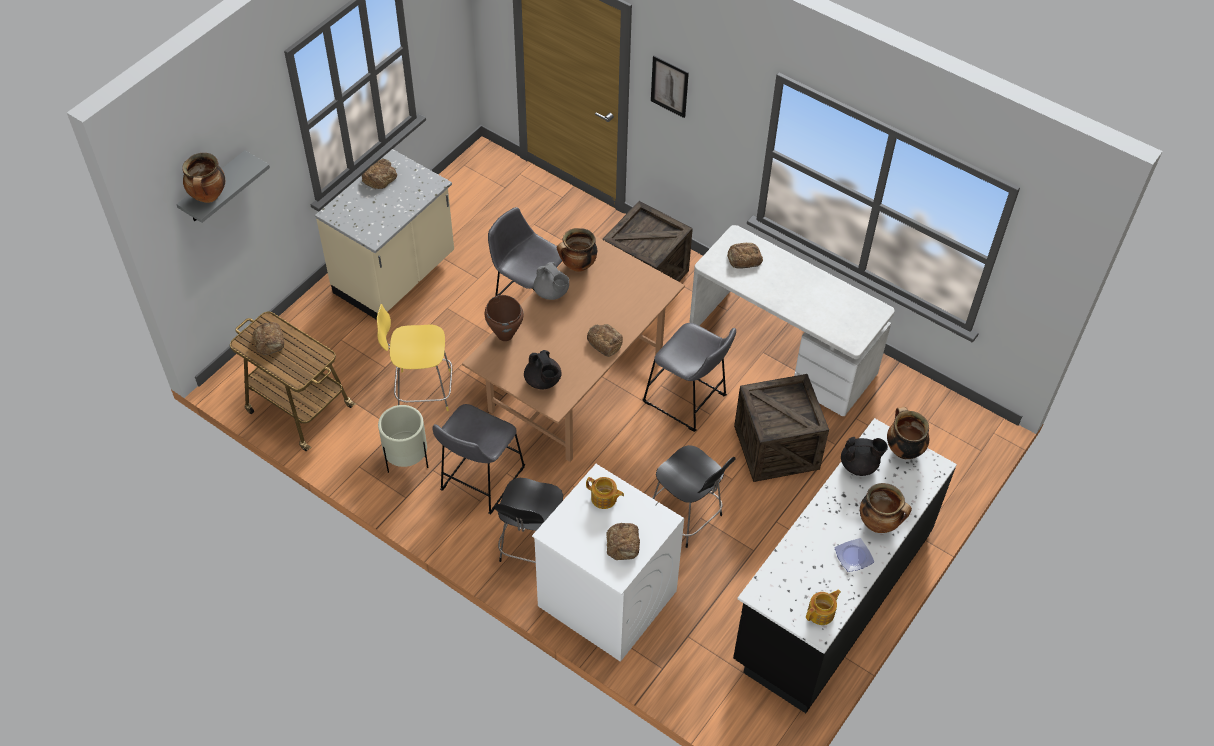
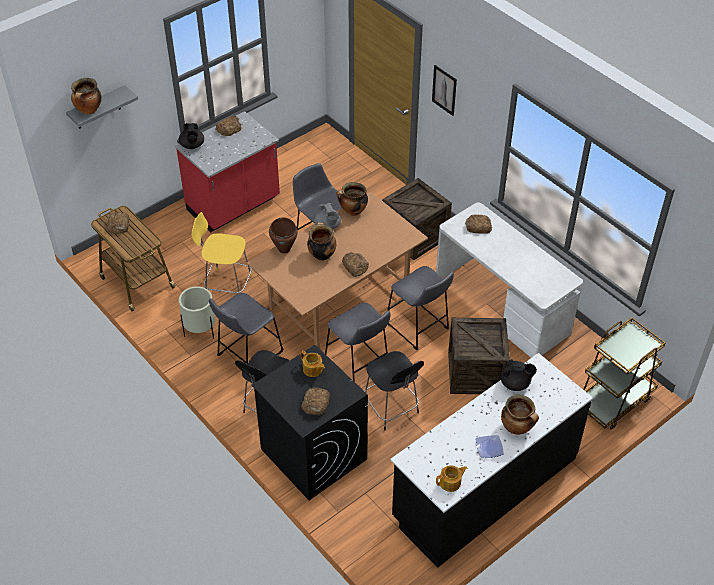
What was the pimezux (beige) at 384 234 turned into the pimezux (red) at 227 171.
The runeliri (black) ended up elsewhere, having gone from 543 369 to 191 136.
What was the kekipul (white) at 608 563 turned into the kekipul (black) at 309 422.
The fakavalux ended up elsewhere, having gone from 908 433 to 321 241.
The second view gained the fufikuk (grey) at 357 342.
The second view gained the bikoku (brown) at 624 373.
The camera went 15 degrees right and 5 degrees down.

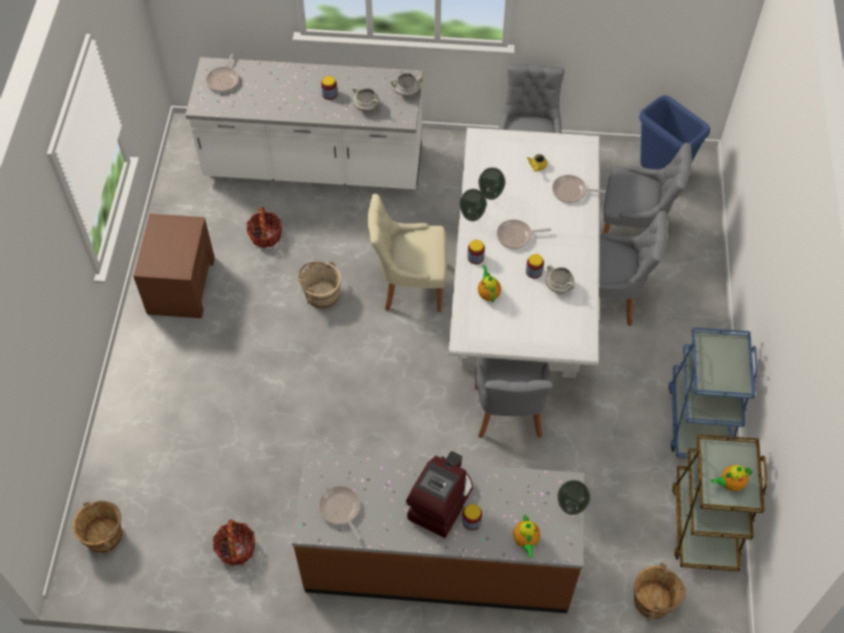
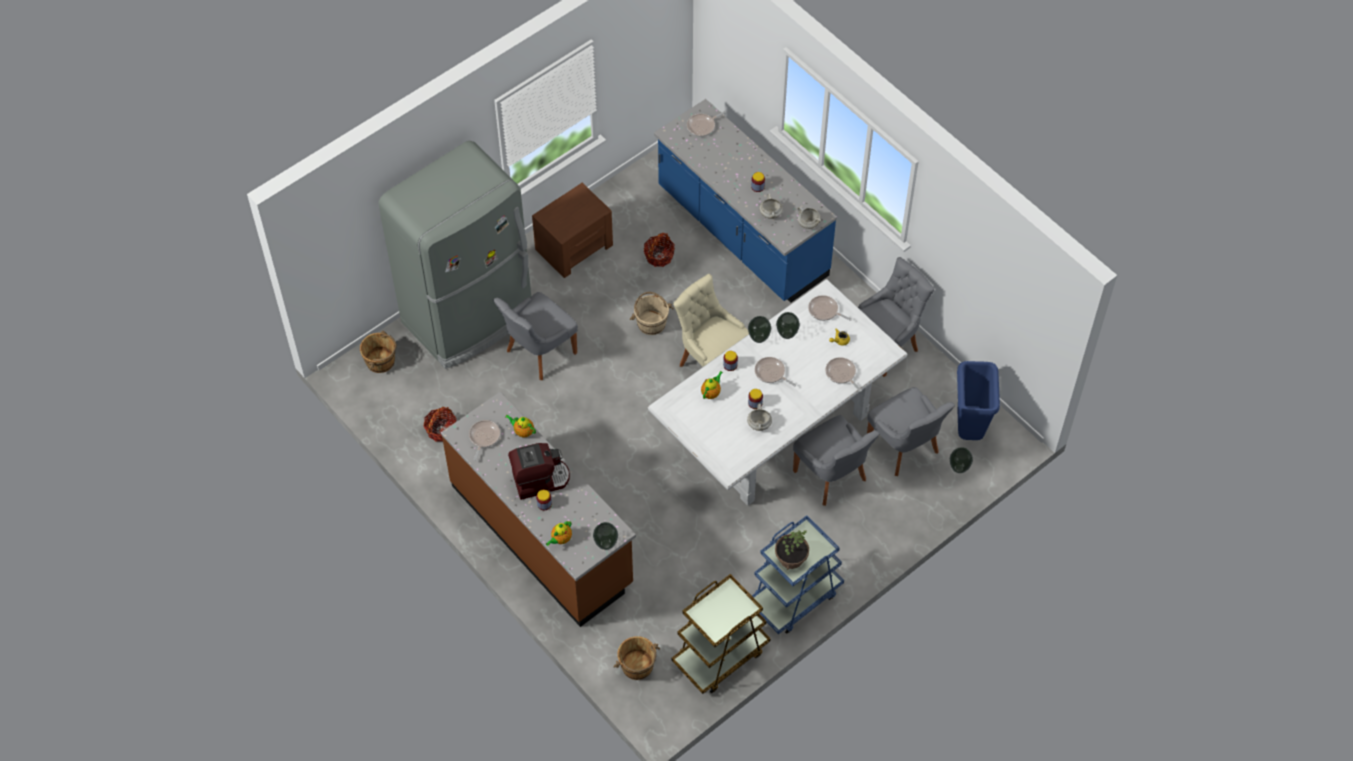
The second view gained the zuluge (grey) at 455 255.
The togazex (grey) ended up elsewhere, having gone from 514 397 to 535 336.
The runeliri ended up elsewhere, having gone from 732 478 to 521 426.
What was the pimezux (white) at 304 123 turned into the pimezux (blue) at 745 201.
The second view gained the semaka at 792 550.
The second view gained the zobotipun at 830 308.
The second view gained the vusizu at 961 460.
The camera went 45 degrees right and 0 degrees up.

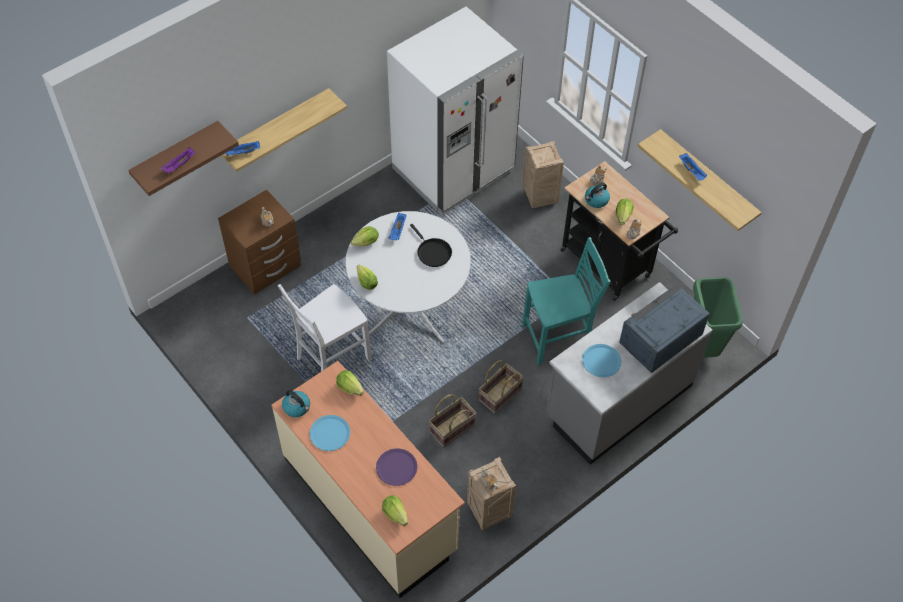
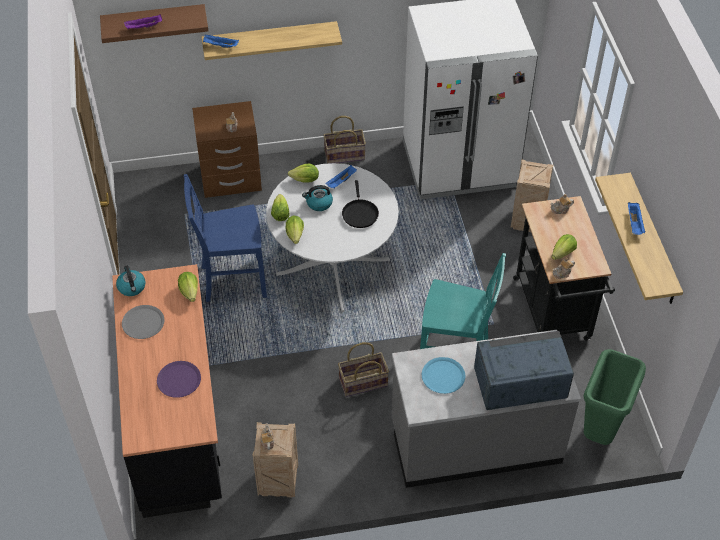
What was the pimezux (beige) at 368 479 turned into the pimezux (black) at 167 391.
What was the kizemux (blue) at 330 433 turned into the kizemux (grey) at 143 322.
What was the togazex (white) at 325 327 turned into the togazex (blue) at 225 238.
The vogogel ended up elsewhere, having gone from 395 510 to 295 230.
The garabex ended up elsewhere, having gone from 597 195 to 317 198.
The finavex ended up elsewhere, having gone from 452 421 to 344 140.
The camera went 30 degrees right and 5 degrees down.

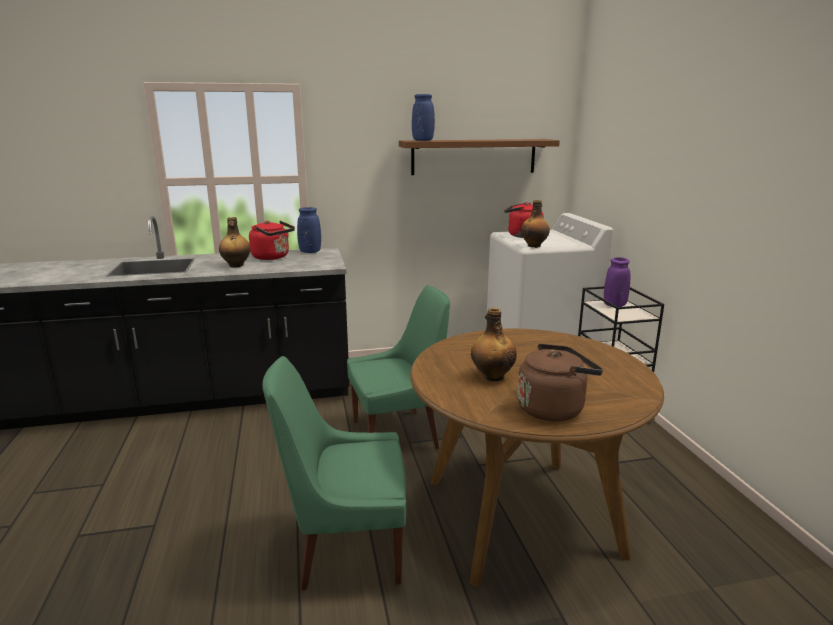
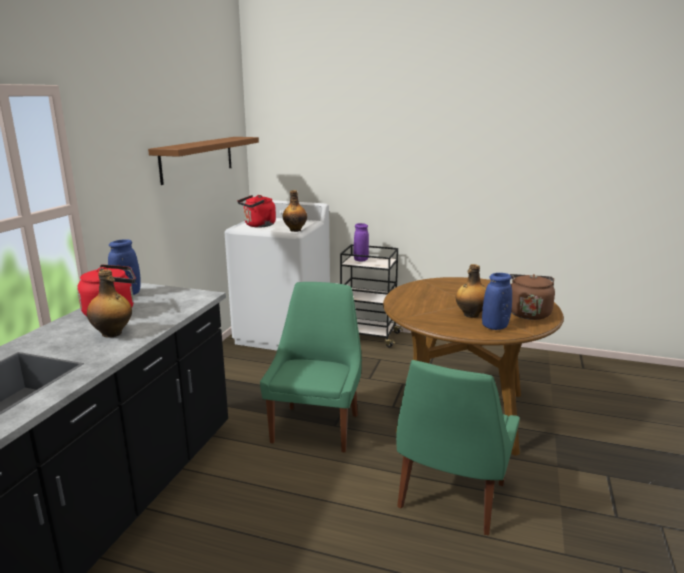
The vusizu (blue) ended up elsewhere, having gone from 423 117 to 497 301.
The camera went 60 degrees left and 0 degrees up.

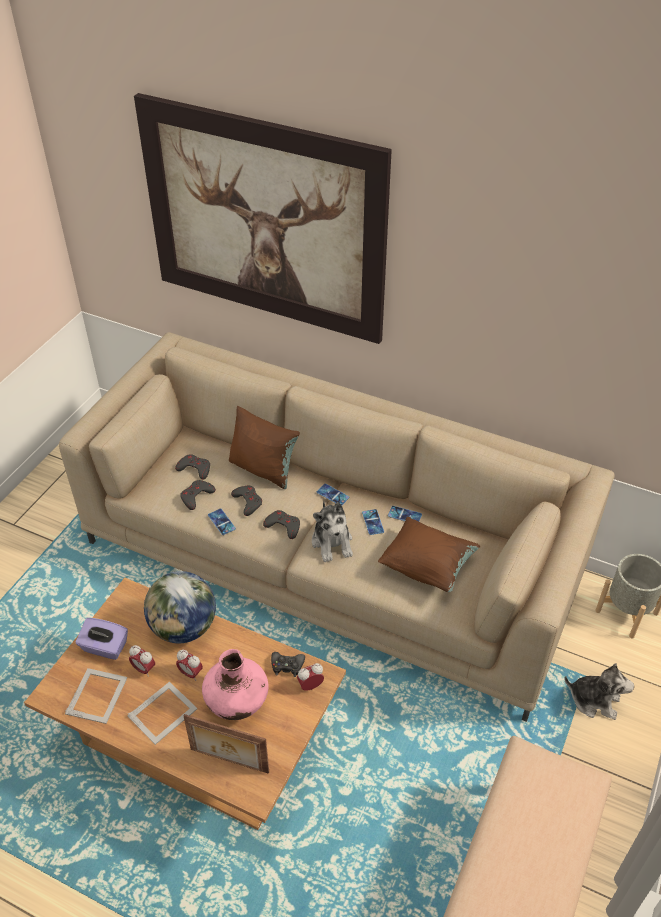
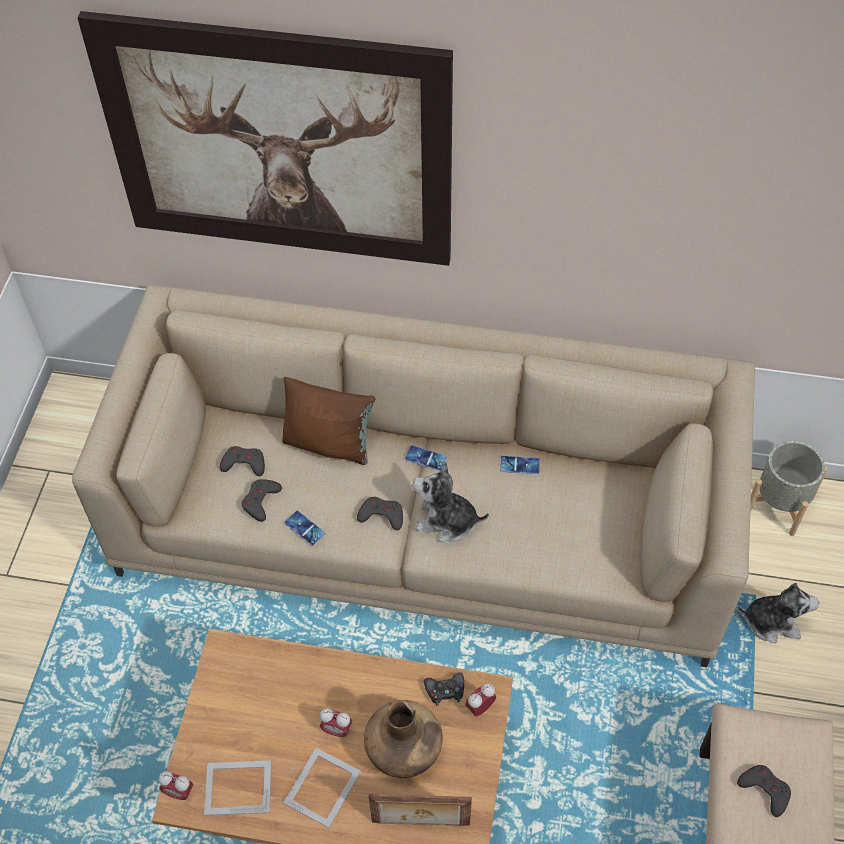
The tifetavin ended up elsewhere, having gone from 142 661 to 176 786.
The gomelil at 96 696 ended up facing another way, 90 degrees counterclockwise from before.
What was the vusizu (pink) at 235 684 turned into the vusizu (brown) at 403 739.
The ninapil at 332 531 ended up facing another way, 135 degrees clockwise from before.
The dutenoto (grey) ended up elsewhere, having gone from 246 501 to 764 791.
The second view lost the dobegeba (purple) at 102 639.
The second view lost the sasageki at 180 607.
The second view lost the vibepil at 373 522.
The second view lost the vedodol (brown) at 429 554.
The camera went 15 degrees left and 10 degrees up.

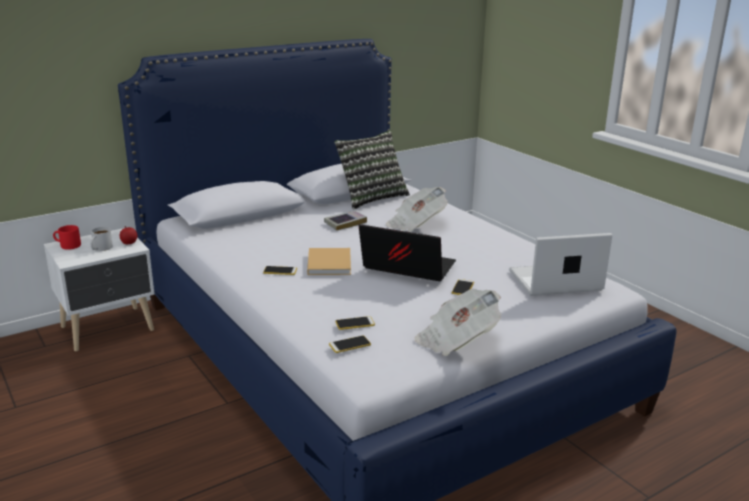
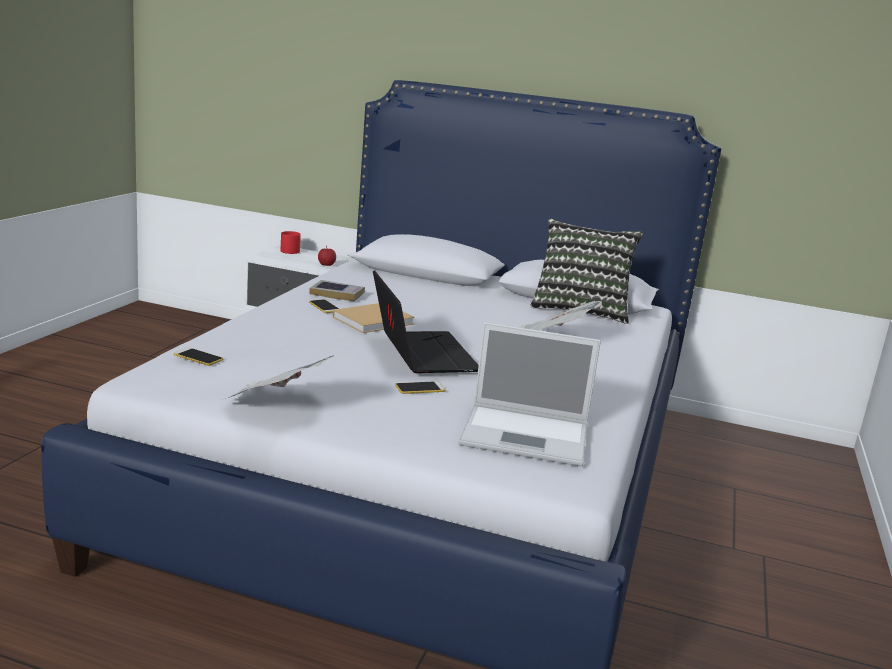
The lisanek ended up elsewhere, having gone from 345 221 to 337 290.
The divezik at 560 264 ended up facing another way, 150 degrees clockwise from before.
The second view lost the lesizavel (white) at 101 239.
The second view lost the vibepil at 355 323.
The camera went 50 degrees right and 5 degrees down.

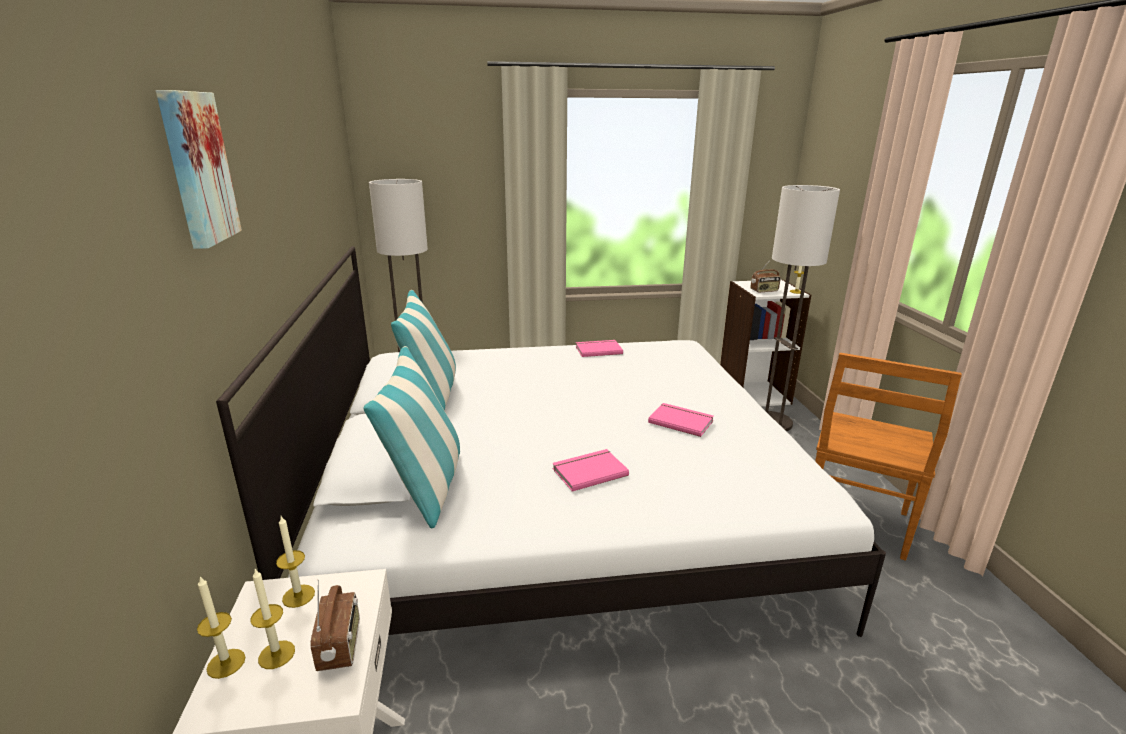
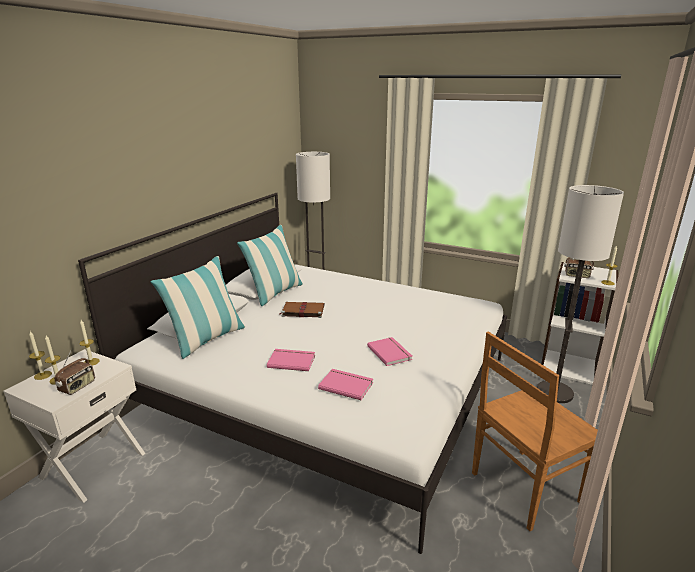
The second view gained the lisanek (brown) at 302 310.
The lisanek (pink) ended up elsewhere, having gone from 599 348 to 345 384.
The second view lost the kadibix at 199 169.
The camera went 35 degrees right and 0 degrees up.

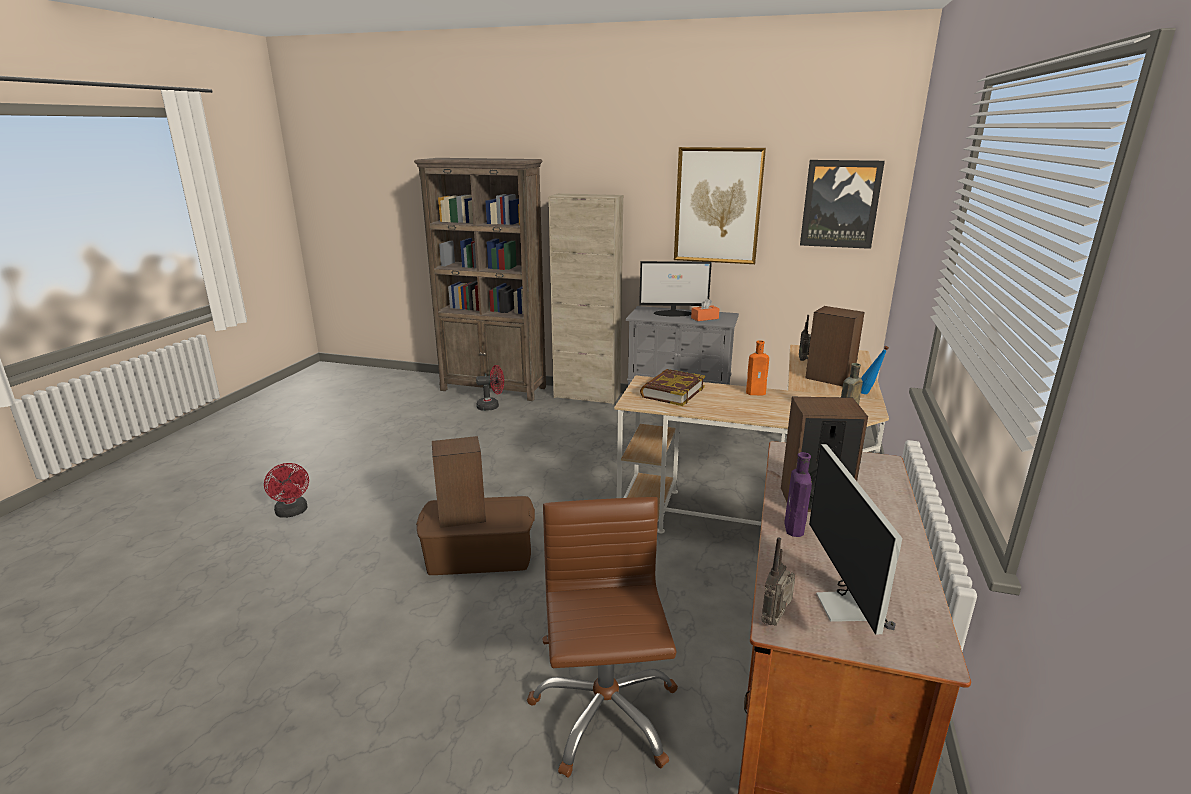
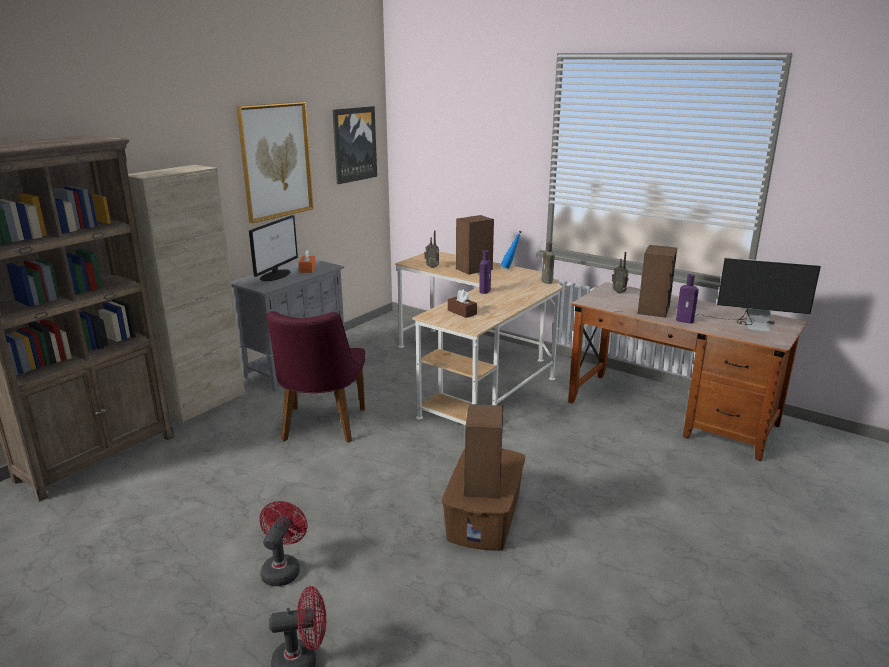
The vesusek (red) ended up elsewhere, having gone from 490 388 to 283 543.
The second view gained the togazex (purple) at 316 377.
Where the lisanek stood at 672 387, the dobegeba (brown) came to stand at 462 304.
What was the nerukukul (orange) at 757 367 turned into the nerukukul (purple) at 485 272.
The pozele ended up elsewhere, having gone from 778 581 to 620 272.
The second view lost the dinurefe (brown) at 602 637.
The camera went 70 degrees left and 0 degrees up.

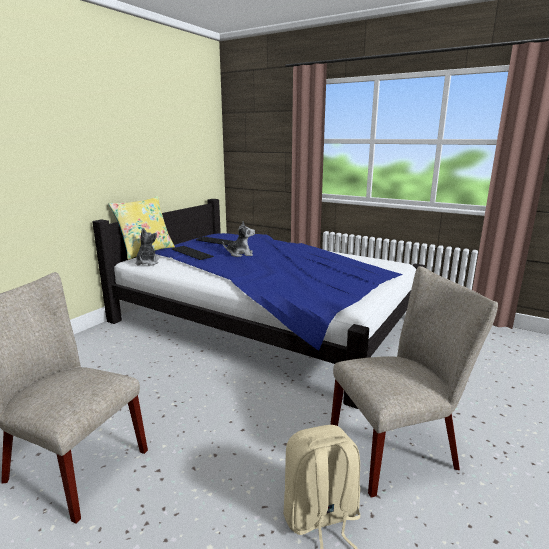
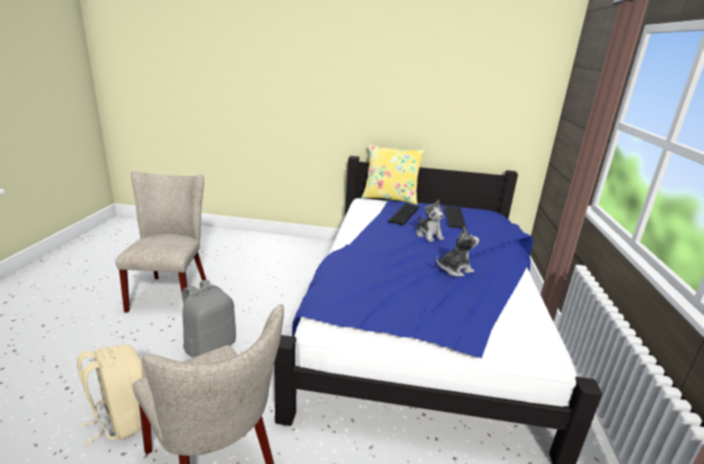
The second view gained the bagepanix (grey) at 209 318.
The ninapil ended up elsewhere, having gone from 147 247 to 458 251.
The camera went 65 degrees right and 5 degrees up.

